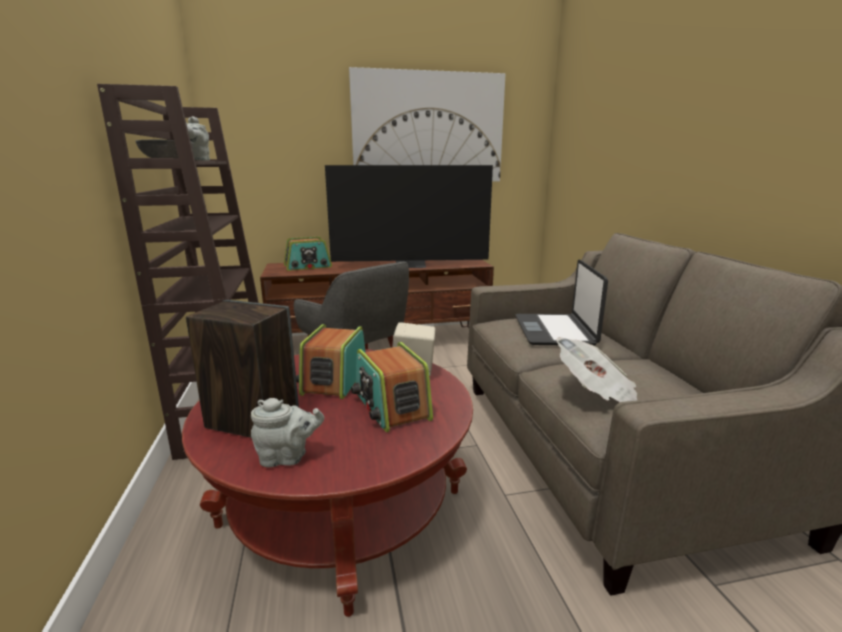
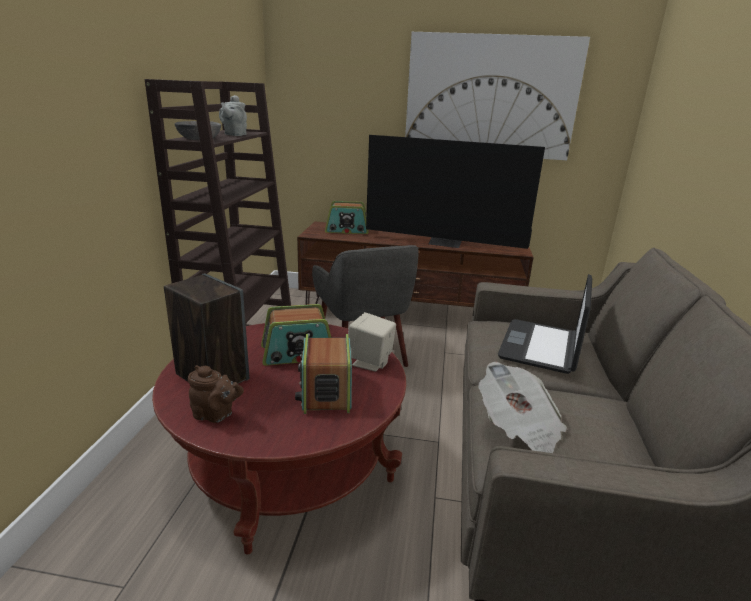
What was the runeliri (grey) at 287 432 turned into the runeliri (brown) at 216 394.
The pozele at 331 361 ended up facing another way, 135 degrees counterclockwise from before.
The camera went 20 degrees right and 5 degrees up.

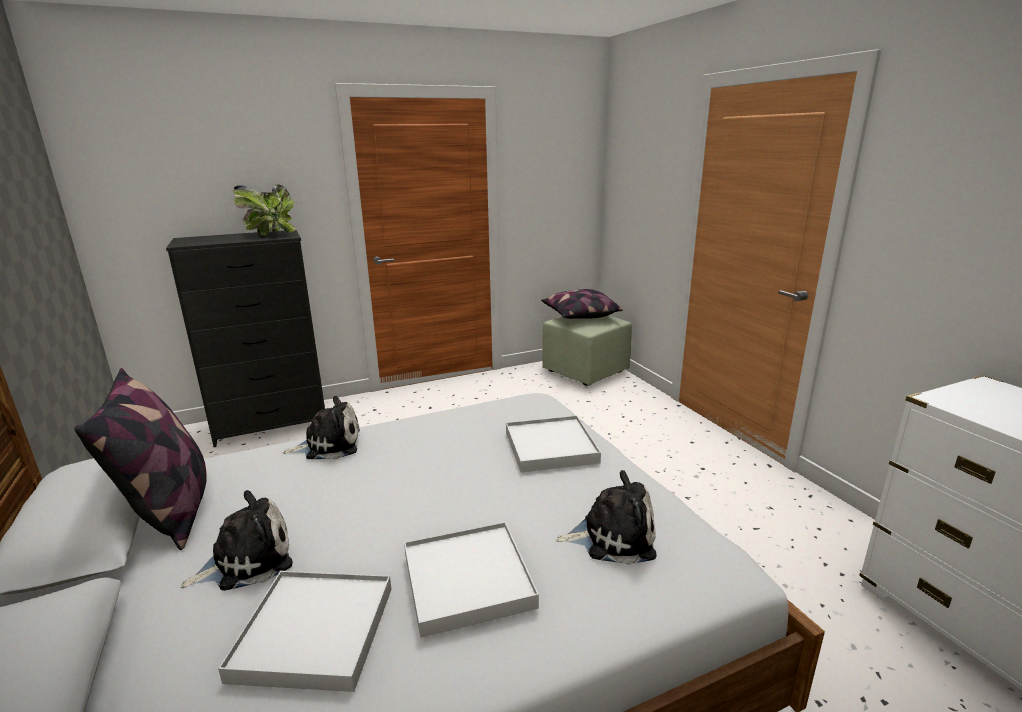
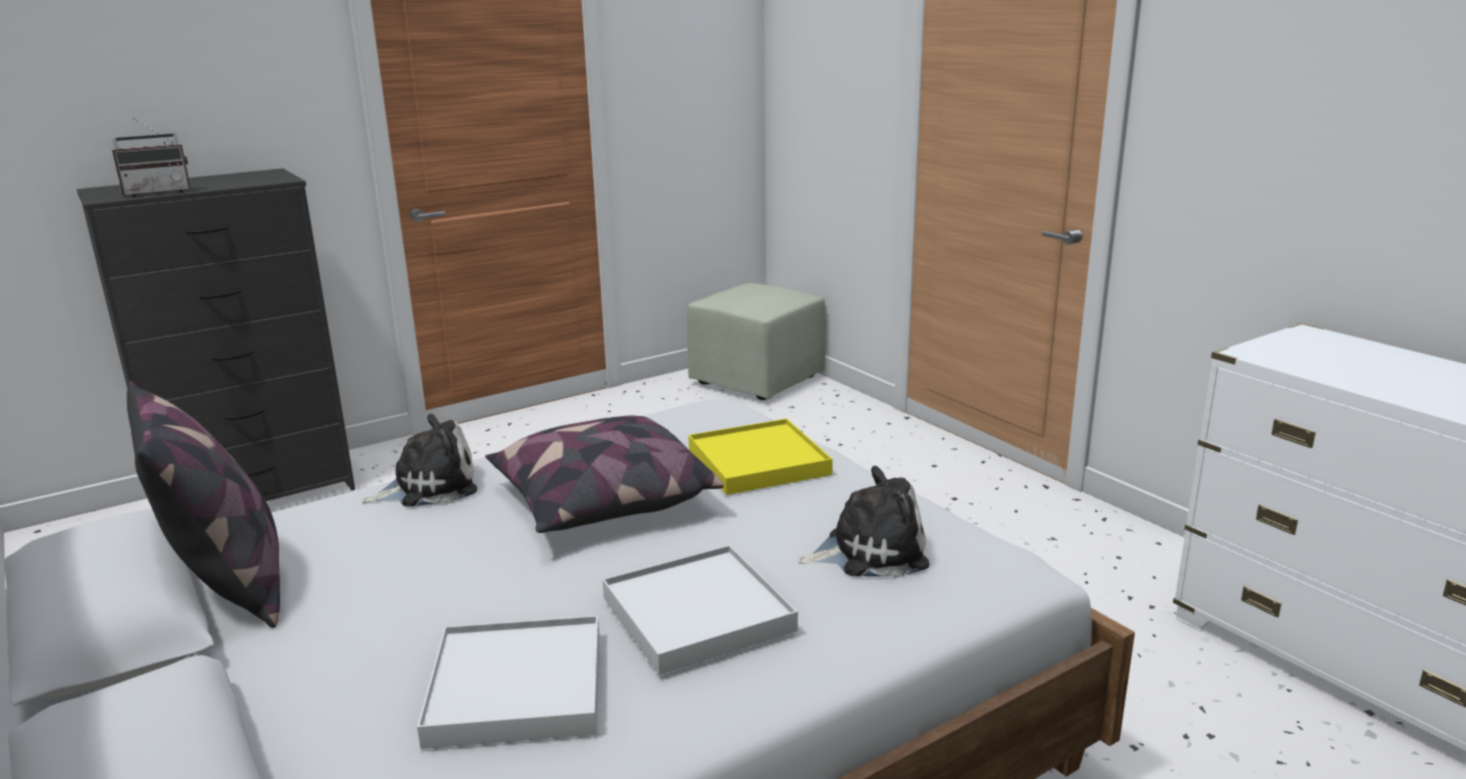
The second view gained the pozele at 151 157.
The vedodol ended up elsewhere, having gone from 582 304 to 604 474.
What was the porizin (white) at 553 444 turned into the porizin (yellow) at 760 457.
The second view lost the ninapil at 236 540.
The second view lost the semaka at 264 210.
The camera went 10 degrees left and 0 degrees up.

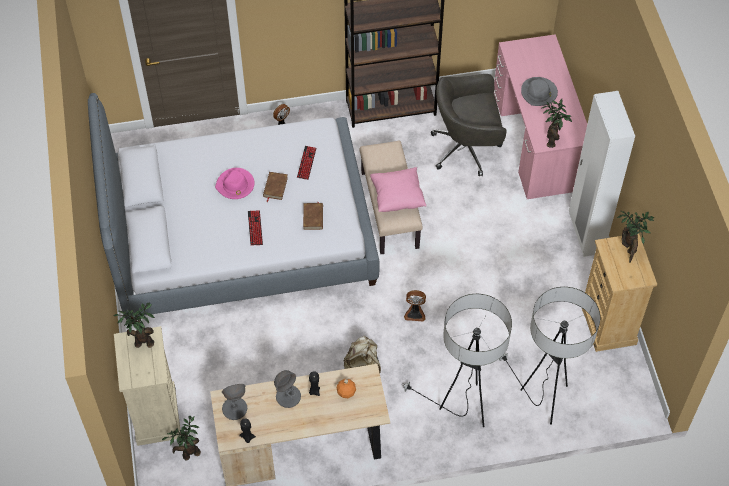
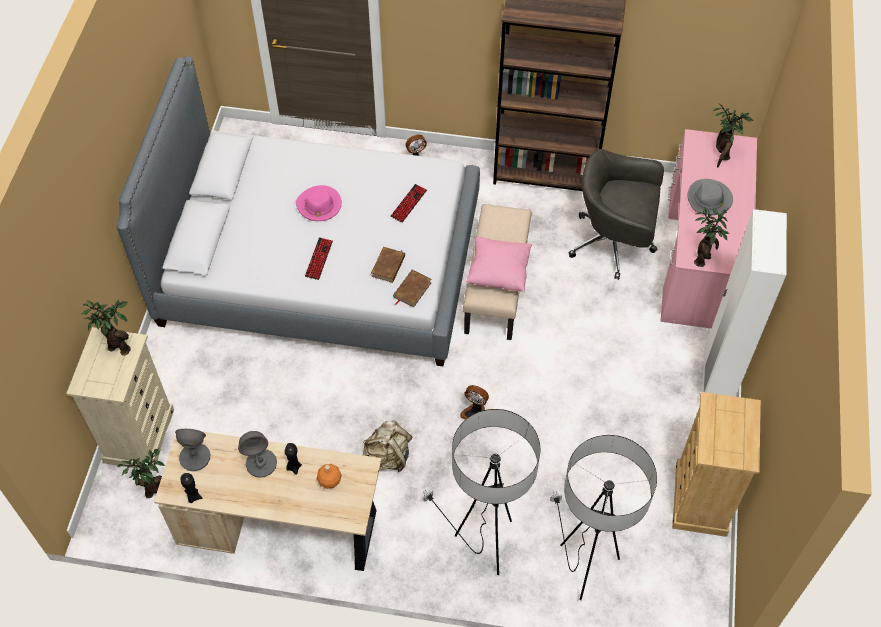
The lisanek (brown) ended up elsewhere, having gone from 275 187 to 412 288.
The semaka ended up elsewhere, having gone from 635 236 to 733 136.
The camera went 20 degrees right and 0 degrees up.

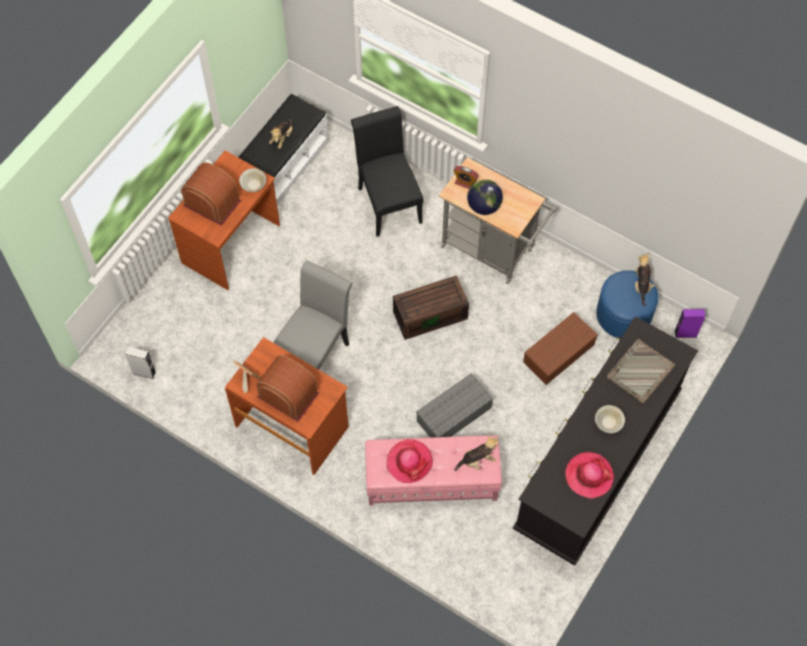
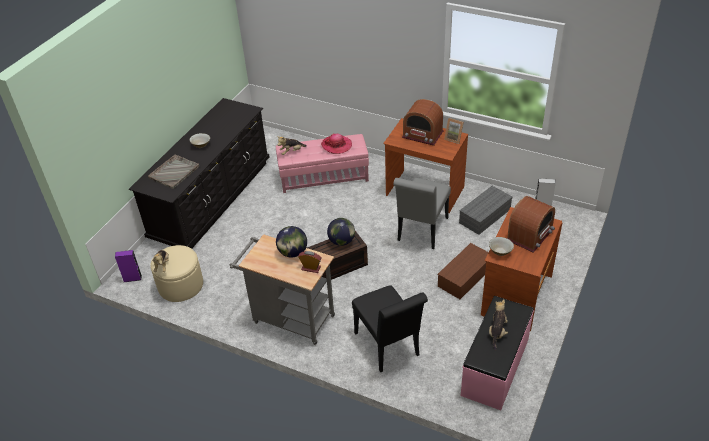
What was the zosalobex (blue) at 627 304 turned into the zosalobex (beige) at 176 273.
The second view gained the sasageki at 341 232.
The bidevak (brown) ended up elsewhere, having gone from 560 348 to 463 271.
The bidevak (grey) ended up elsewhere, having gone from 454 405 to 486 210.
What was the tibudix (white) at 283 150 turned into the tibudix (pink) at 497 353.
The pozele at 211 194 ended up facing another way, 75 degrees counterclockwise from before.
The second view lost the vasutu at 589 475.
The camera went 175 degrees right and 20 degrees down.

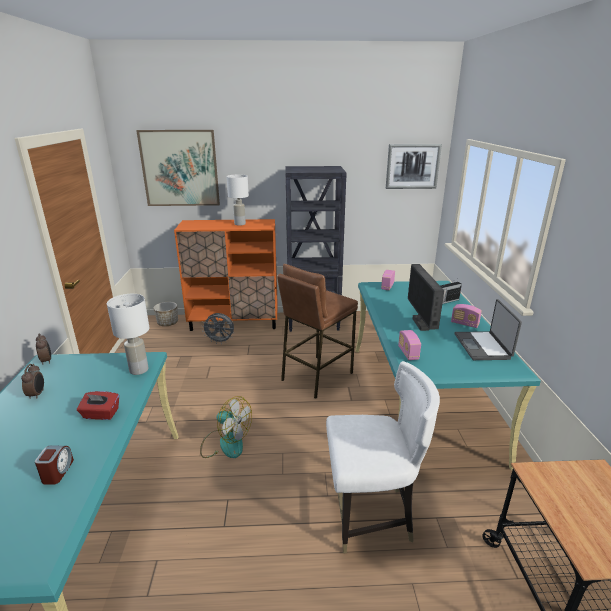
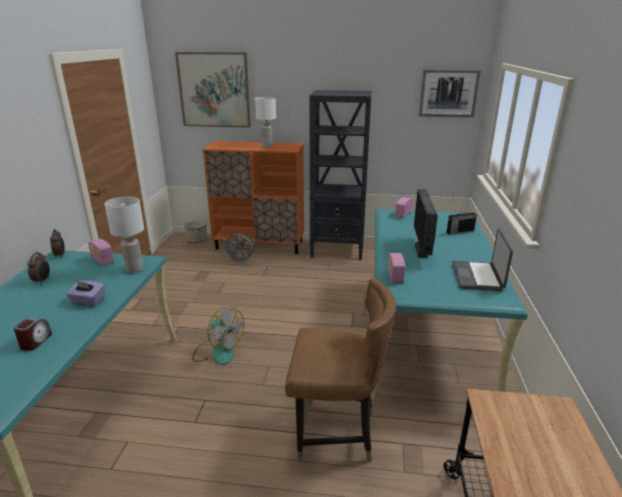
What was the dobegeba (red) at 98 405 turned into the dobegeba (purple) at 85 293.
The pozele ended up elsewhere, having gone from 466 316 to 101 252.
What was the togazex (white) at 383 457 turned into the togazex (brown) at 340 370.
The second view lost the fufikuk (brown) at 317 331.
The camera went 10 degrees right and 0 degrees up.

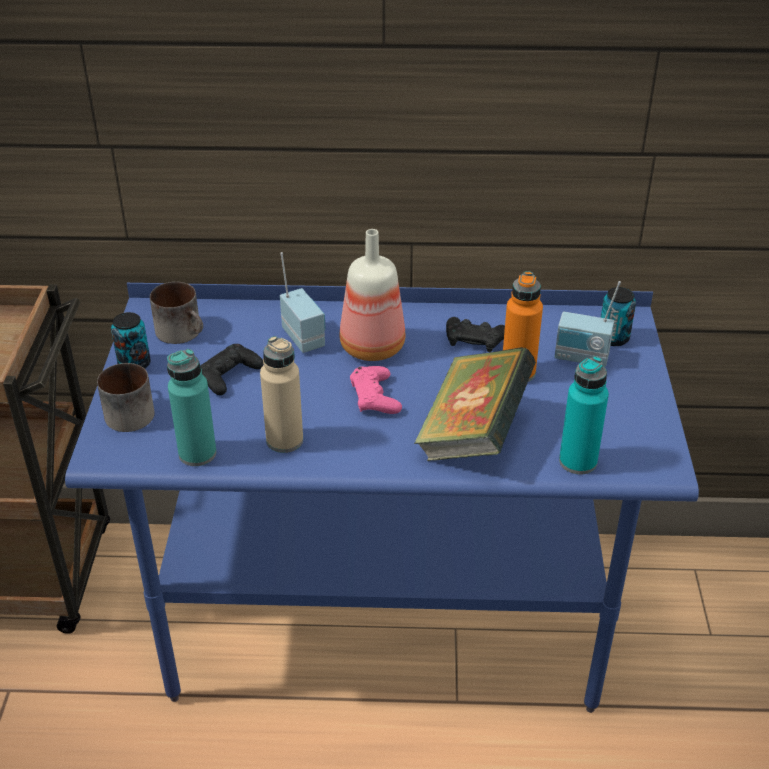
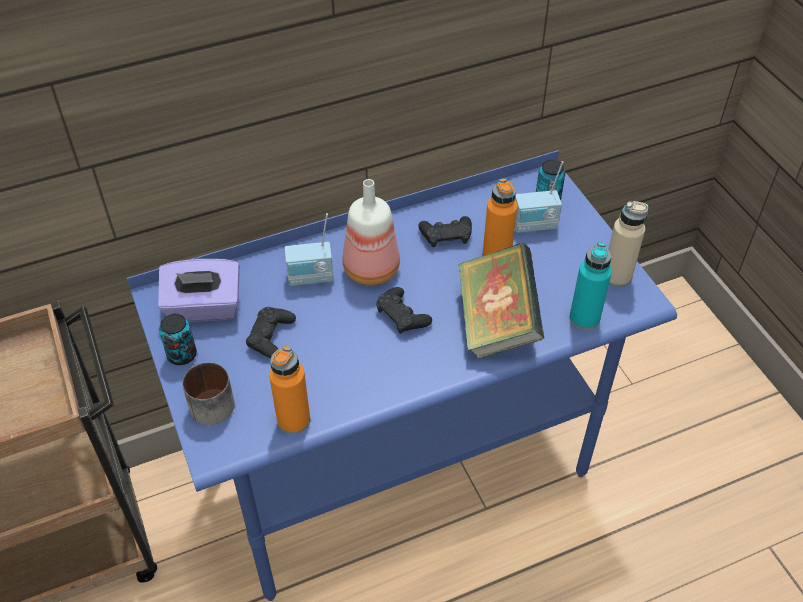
Where the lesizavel stood at 176 313, the dobegeba (purple) came to stand at 199 290.
What was the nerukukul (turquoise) at 192 407 turned into the nerukukul (orange) at 289 389.
The pozele at 303 302 ended up facing another way, 135 degrees clockwise from before.
What was the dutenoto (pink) at 376 390 turned into the dutenoto (black) at 404 310.
The nerukukul (beige) ended up elsewhere, having gone from 281 394 to 628 244.
The camera went 25 degrees left and 10 degrees up.

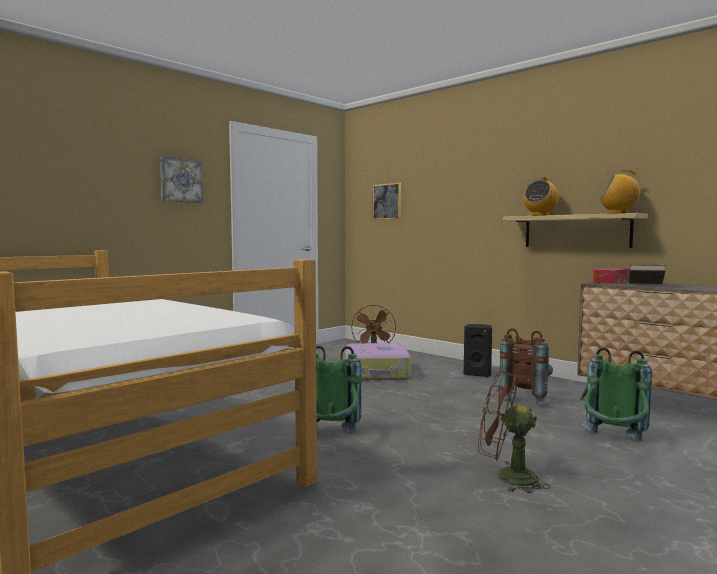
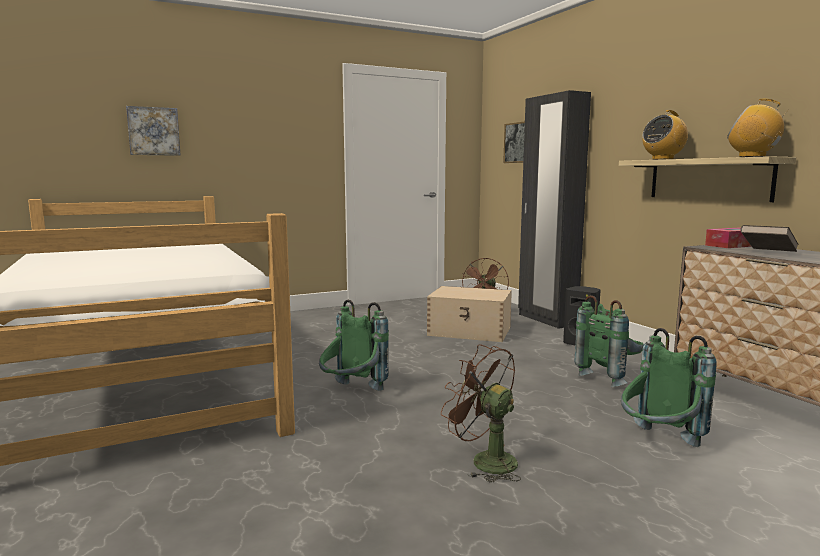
The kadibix ended up elsewhere, having gone from 181 179 to 153 131.
Where the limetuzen stood at 378 361, the bidevak (beige) came to stand at 469 314.
The second view gained the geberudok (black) at 554 209.
What was the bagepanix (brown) at 526 366 turned into the bagepanix (green) at 609 341.
The camera went 20 degrees right and 5 degrees up.

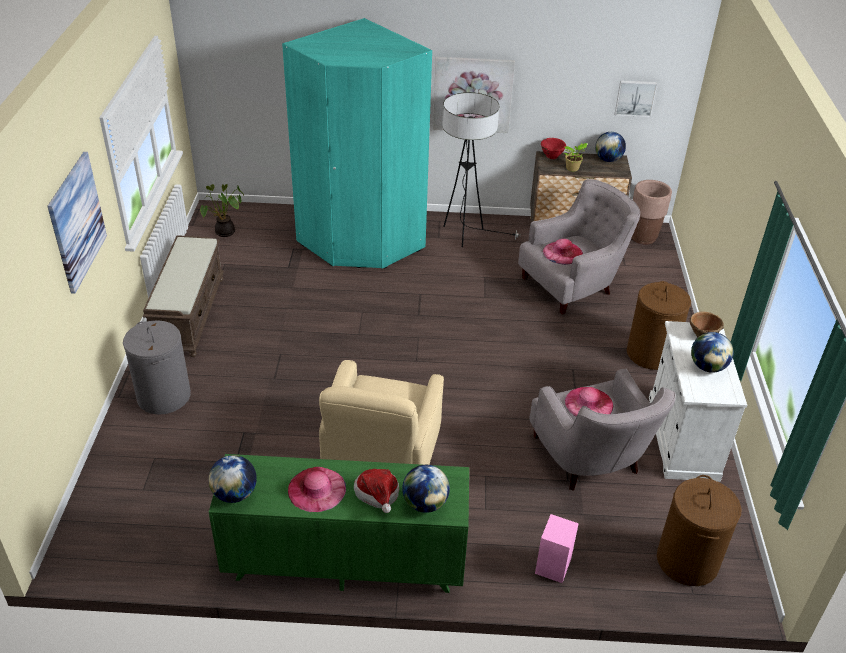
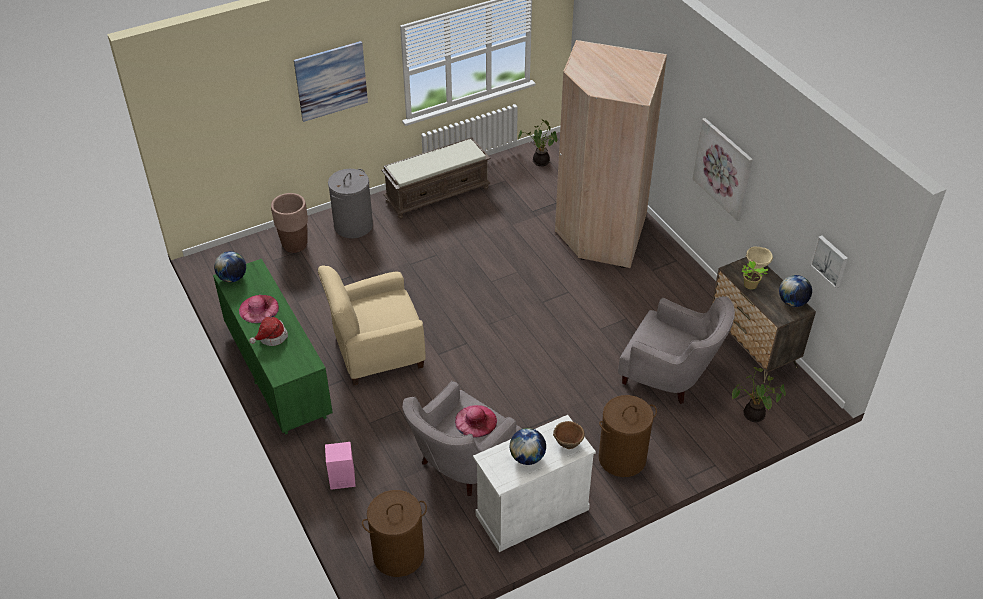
The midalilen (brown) ended up elsewhere, having gone from 652 212 to 289 223.
What was the geberudok (turquoise) at 357 143 turned into the geberudok (beige) at 611 154.
The second view gained the semaka at 759 394.
What was the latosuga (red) at 553 148 turned into the latosuga (beige) at 759 258.
The second view lost the sasageki at 426 489.
The second view lost the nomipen at 481 169.
The second view lost the vasutu (pink) at 563 252.
The camera went 60 degrees right and 5 degrees up.

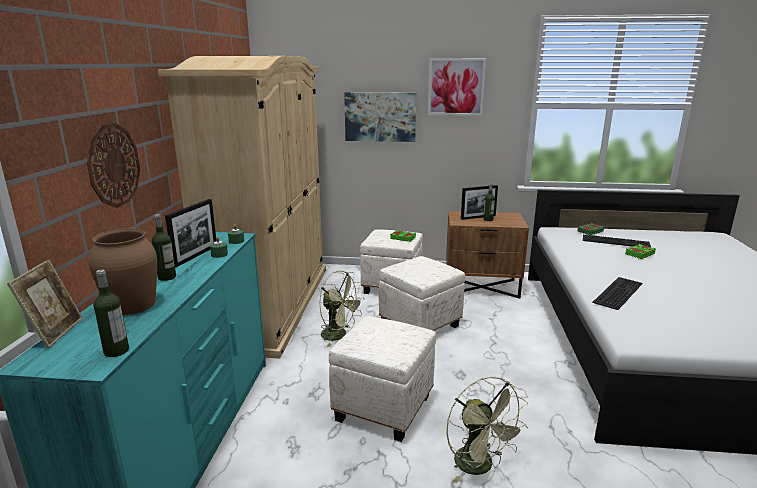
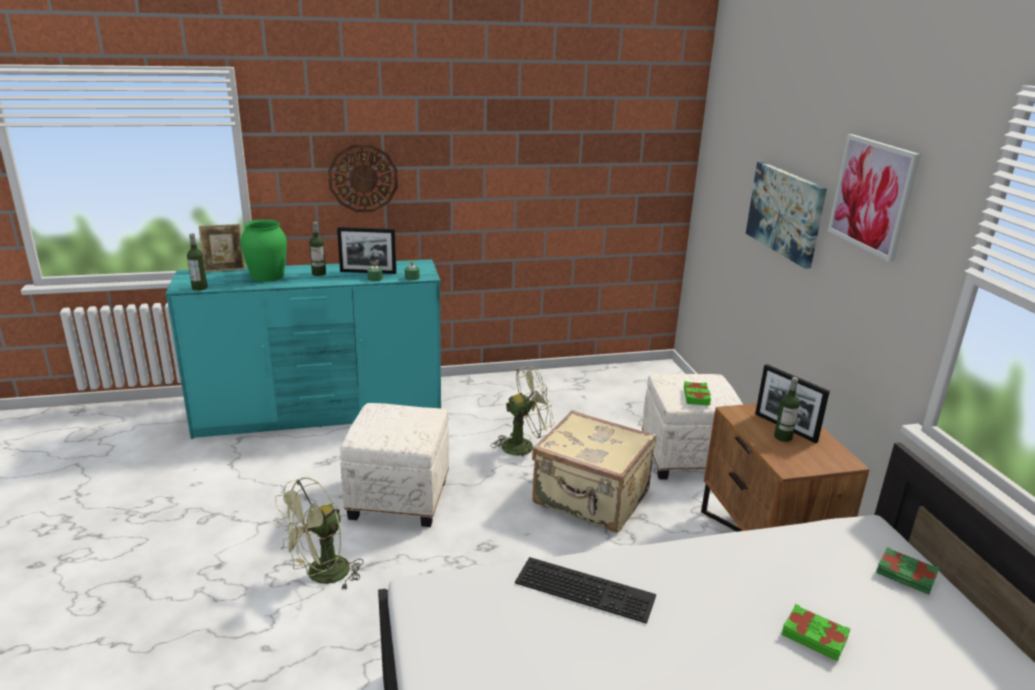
What was the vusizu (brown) at 123 271 turned into the vusizu (green) at 264 250.
The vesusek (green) at 342 308 ended up facing another way, 120 degrees counterclockwise from before.
Where the zosalobex (white) stood at 422 293, the limetuzen (beige) came to stand at 594 471.
The second view lost the geberudok (beige) at 242 207.
The second view lost the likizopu at 617 241.
The camera went 70 degrees right and 5 degrees up.

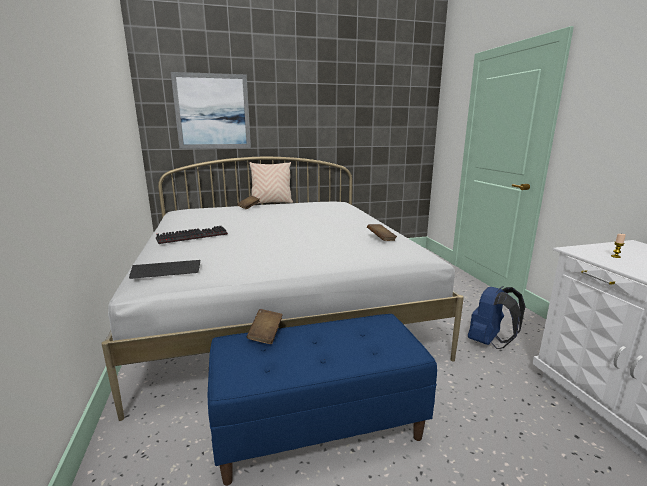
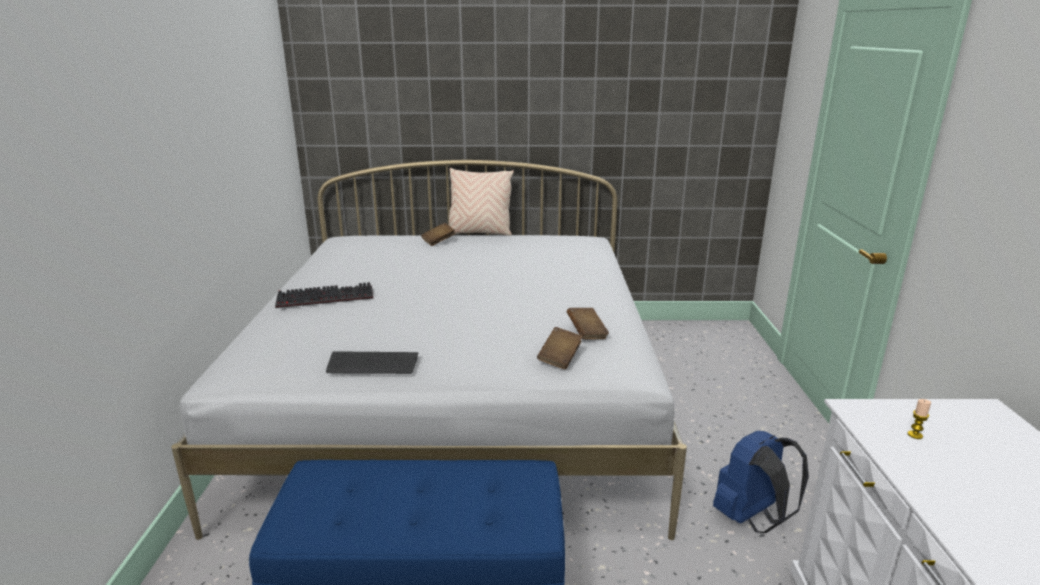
The likizopu ended up elsewhere, having gone from 164 269 to 372 362.
The lisanek (brown) ended up elsewhere, having gone from 265 326 to 560 348.
The second view lost the kadibix at 211 110.
The camera went 15 degrees right and 5 degrees up.

